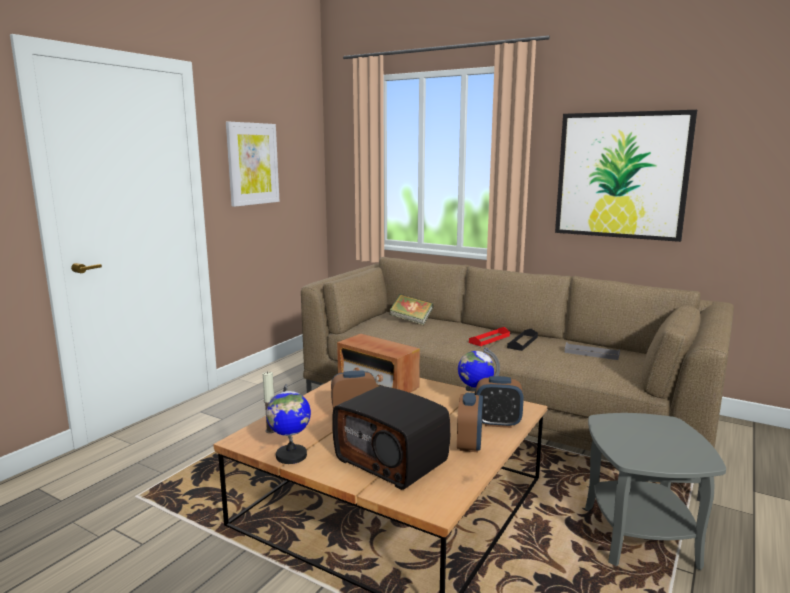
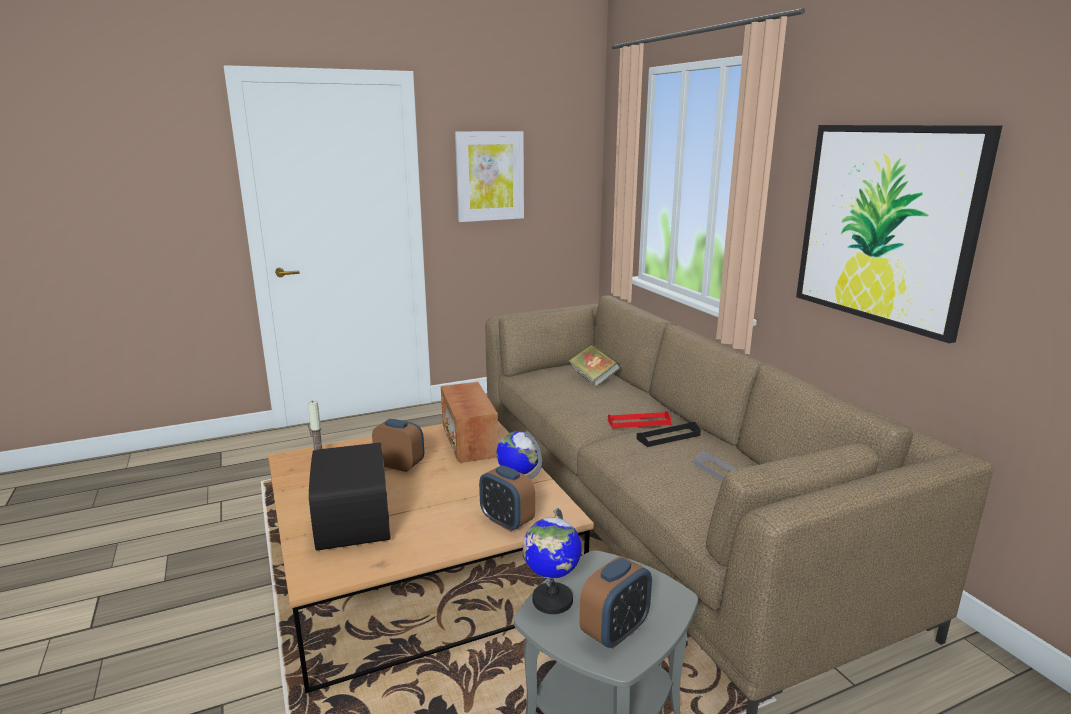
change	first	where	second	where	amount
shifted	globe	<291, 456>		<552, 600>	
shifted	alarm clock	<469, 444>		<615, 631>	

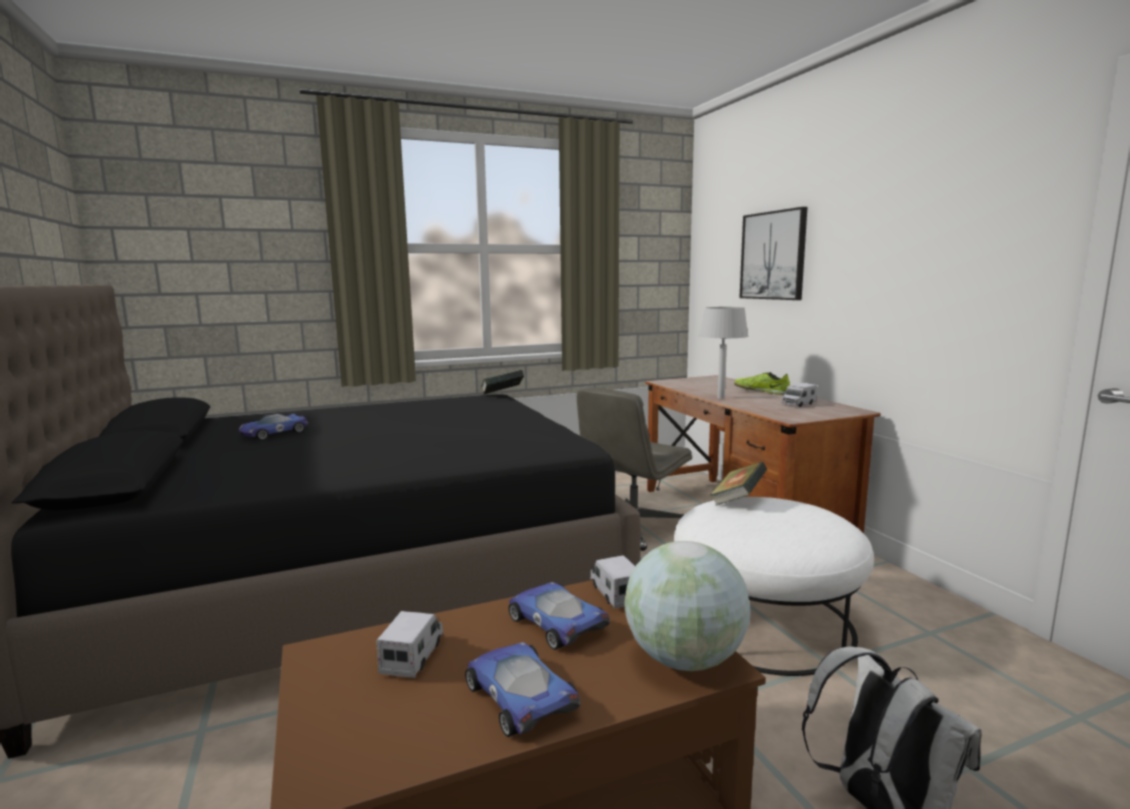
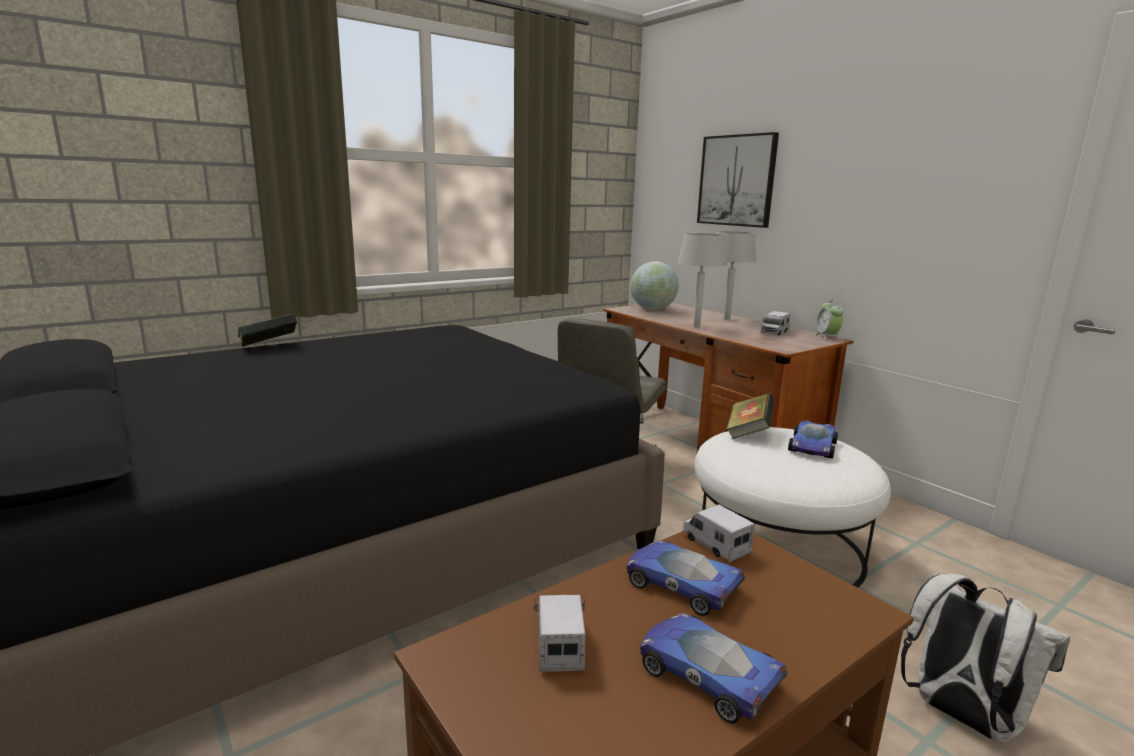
change	first	where	second	where	amount
shifted	book	<502, 395>		<269, 346>	
swapped	shoe	<761, 391>	table lamp (grey)	<727, 319>	
shifted	toy car	<272, 433>		<812, 447>	
shifted	globe	<684, 658>		<652, 309>	
new			alarm clock	<827, 337>	

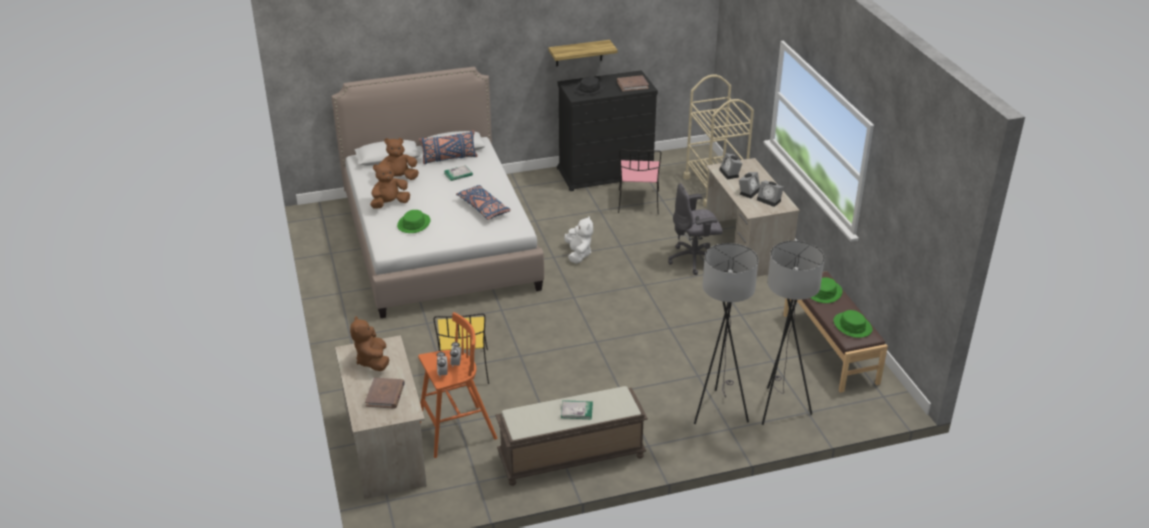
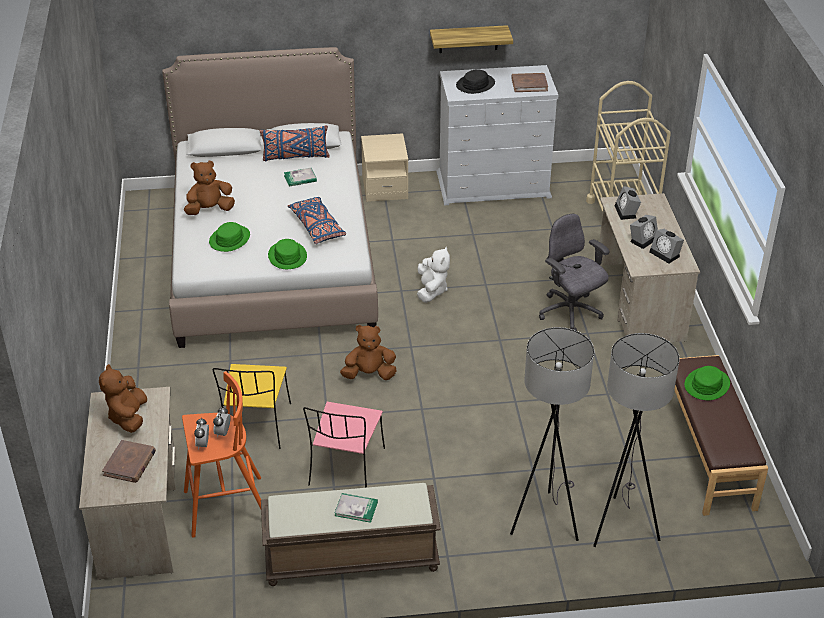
change	first	where	second	where	amount
repainted	dresser (black)	<606, 173>	dresser (white)	<493, 185>	
shifted	plush toy (brown)	<398, 178>		<369, 374>	
shifted	chair (pink)	<638, 203>		<346, 468>	
rotated	office chair (grey)	<694, 260>		<570, 313>	60 degrees clockwise
shifted	hat (green)	<852, 326>		<287, 256>	
new			nightstand (beige)	<385, 188>	

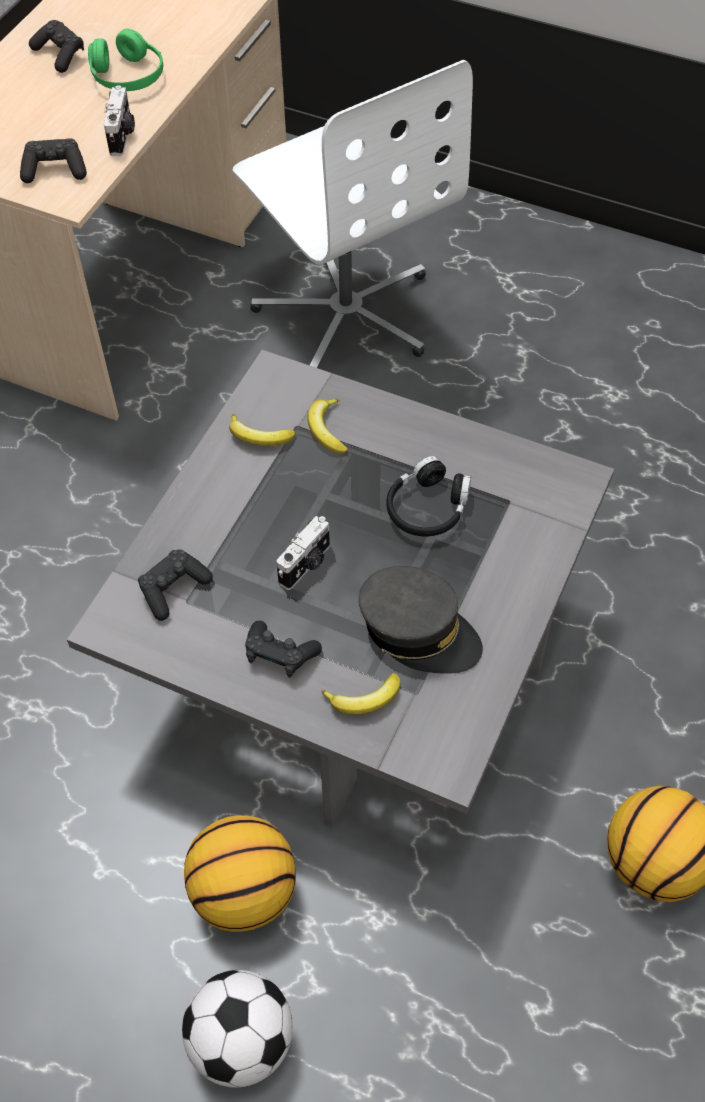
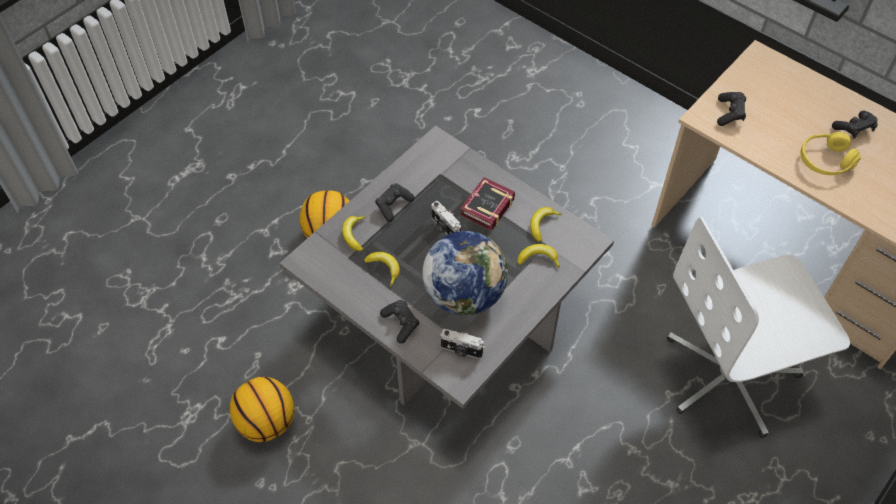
change	first	where	second	where	amount
repainted	headphones (green)	<128, 76>	headphones (yellow)	<825, 161>	
shifted	photo camera	<122, 136>		<461, 350>	
swapped	headphones (black)	<428, 508>	globe	<464, 294>	
shifted	game controller (black)	<173, 589>		<401, 324>	
swapped	cap (grey)	<418, 631>	banana	<384, 268>	
gone	football	<242, 1041>			
new			book	<485, 208>	

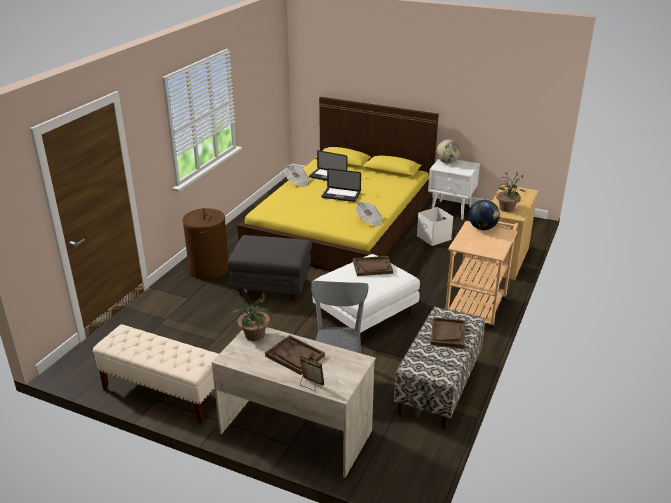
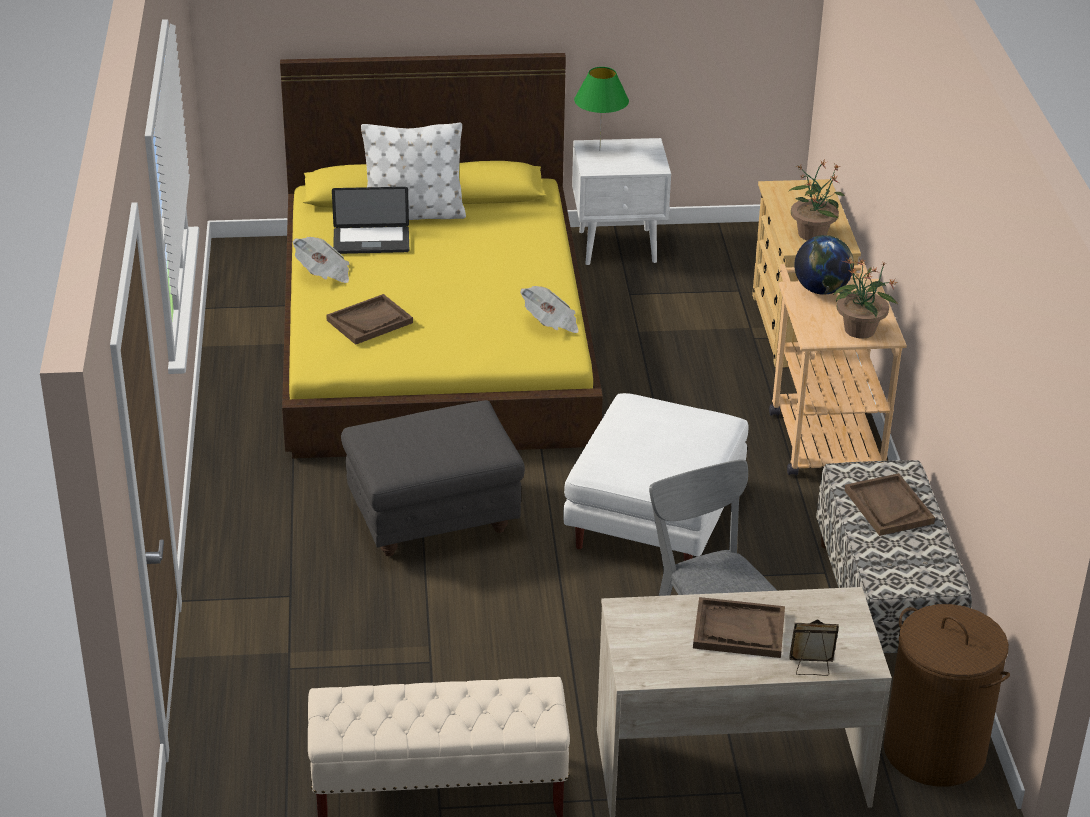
change	first	where	second	where	amount
swapped	globe	<447, 162>	table lamp (green)	<600, 151>	
gone	laptop	<341, 195>			
gone	storage box (white)	<434, 237>			
shifted	laundry basket (brown)	<209, 269>		<935, 751>	
shifted	tray (brown)	<372, 267>		<369, 321>	
shifted	potted plant	<254, 335>		<860, 330>	
new			pillow (white)	<414, 214>	

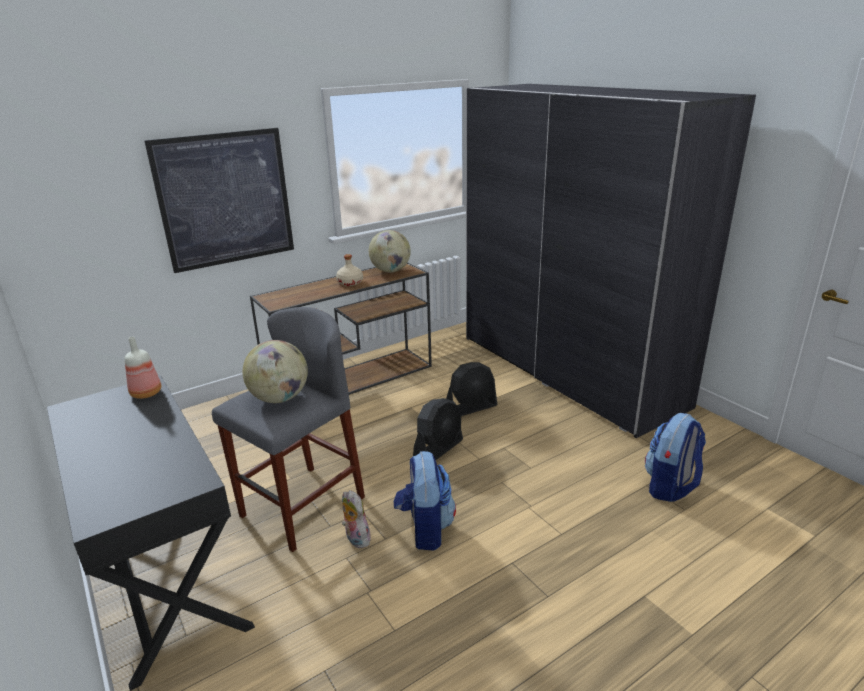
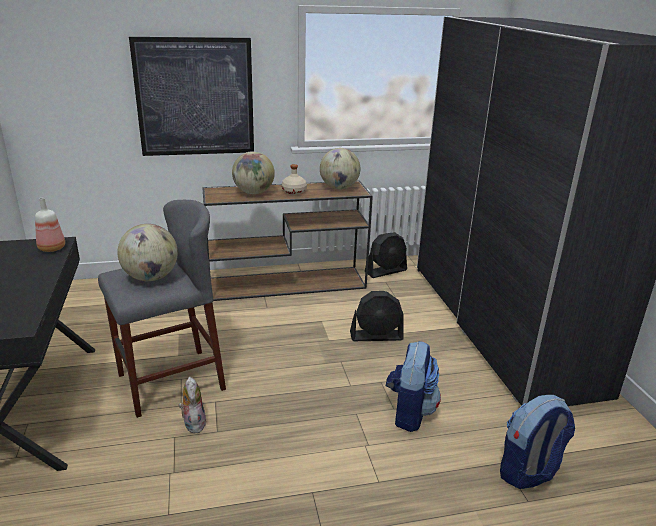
change	first	where	second	where	amount
shifted	fan (black)	<438, 449>		<386, 271>	
shifted	backpack	<425, 529>		<409, 412>	
new			globe	<253, 193>	

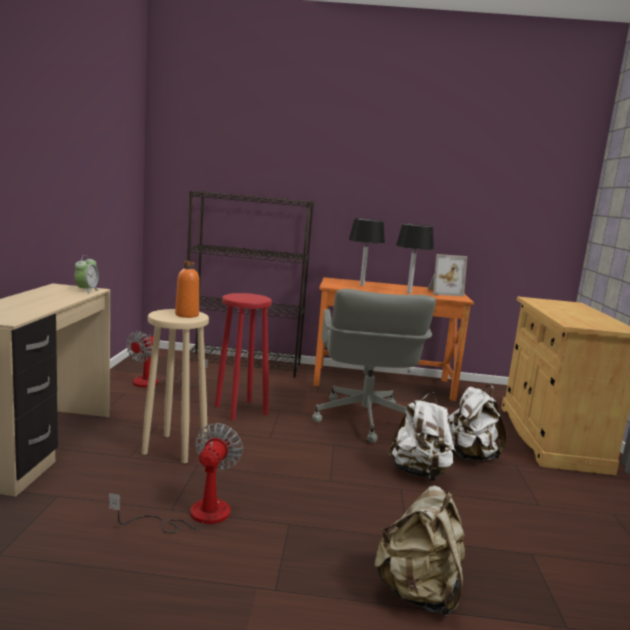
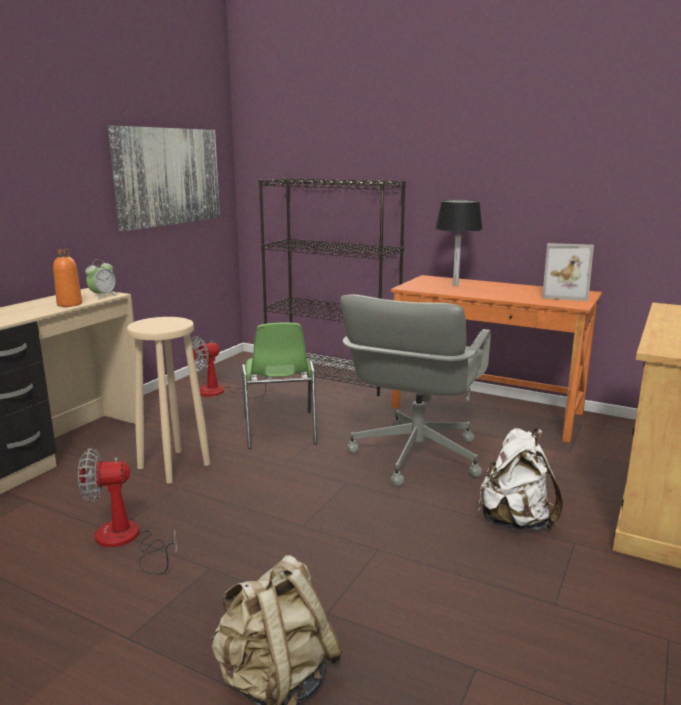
change	first	where	second	where	amount
gone	table lamp (black)	<409, 293>			
shifted	bottle (orange)	<187, 315>		<69, 304>	
swapped	stool (red)	<240, 410>	chair (green)	<279, 430>	
gone	backpack (white)	<419, 473>			
rotated	fan	<194, 515>		<126, 541>	135 degrees counterclockwise
new			picture	<168, 176>	

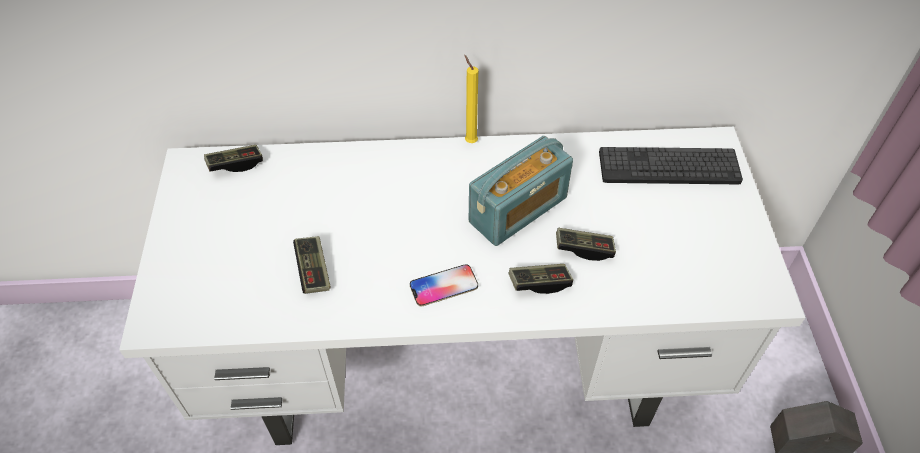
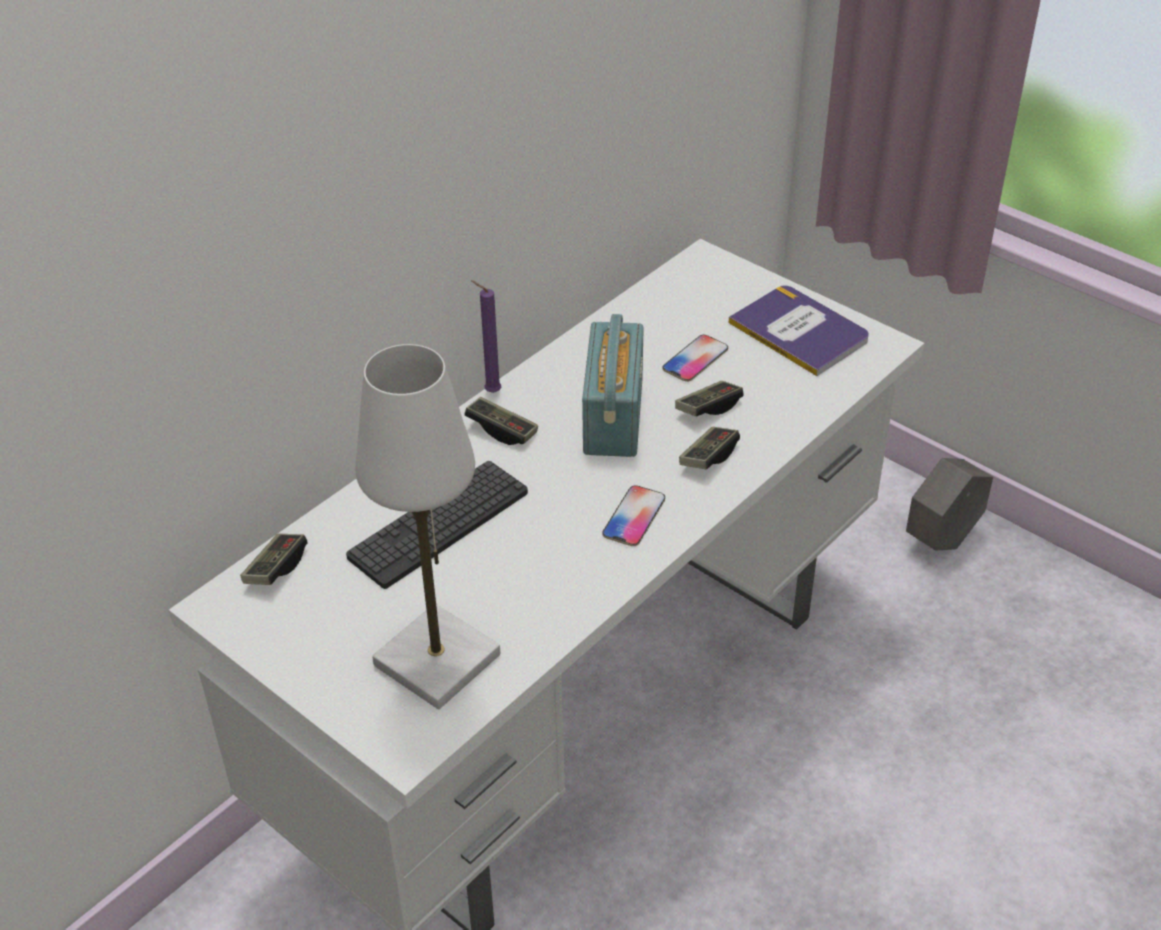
change	first	where	second	where	amount
repainted	candle (yellow)	<470, 141>	candle (purple)	<490, 392>	
shifted	keyboard	<669, 167>		<439, 524>	
shifted	game controller	<313, 270>		<502, 430>	
new			book	<799, 331>	
new			phone	<695, 359>	
new			table lamp (white)	<437, 659>	

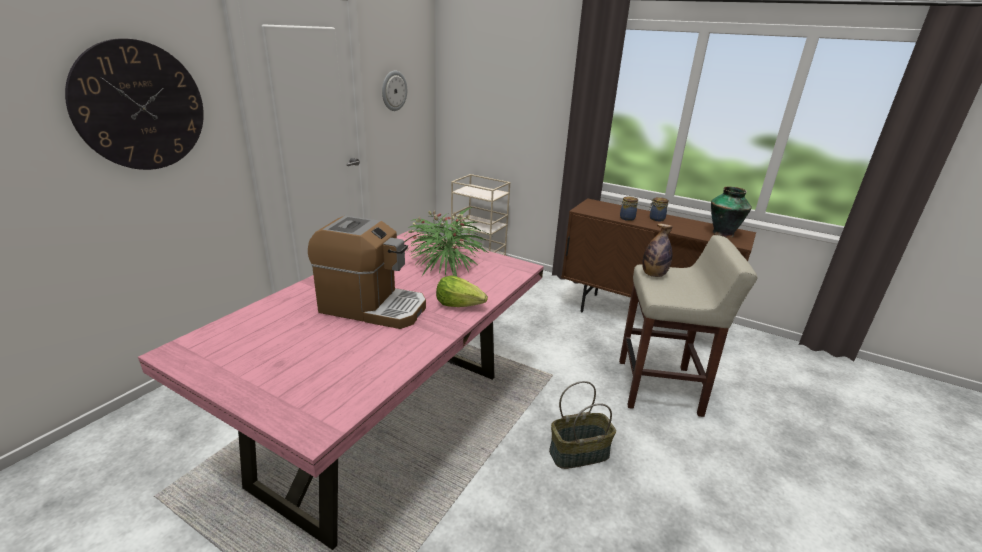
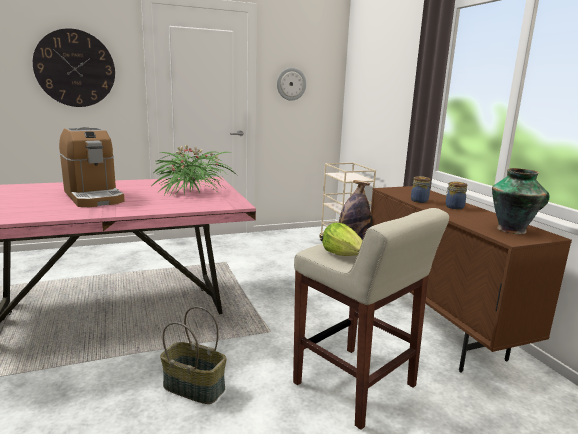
change	first	where	second	where	amount
shifted	lettuce	<460, 304>		<343, 255>	

